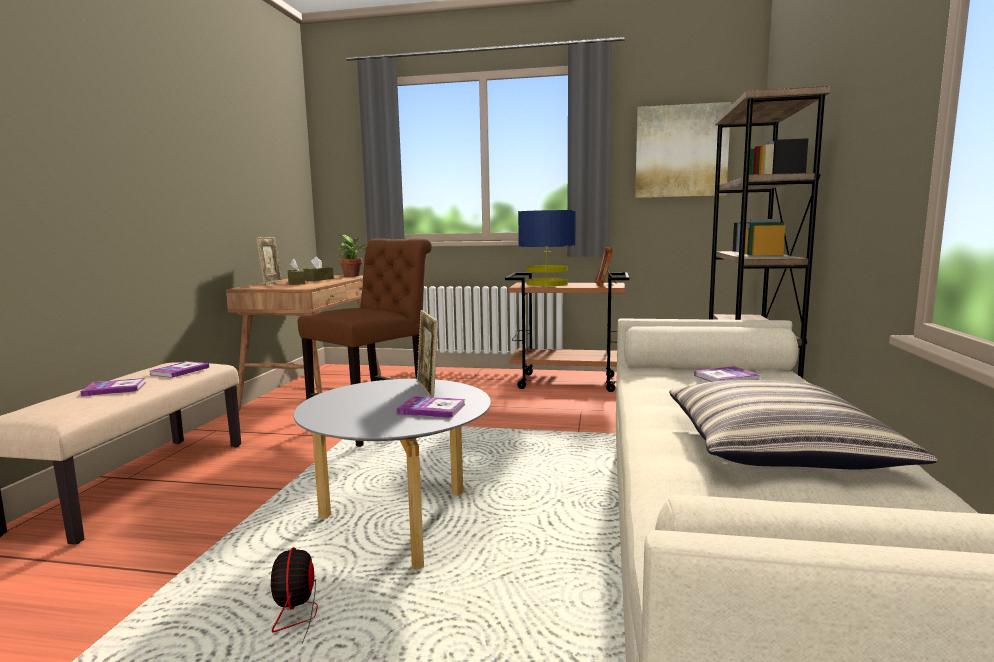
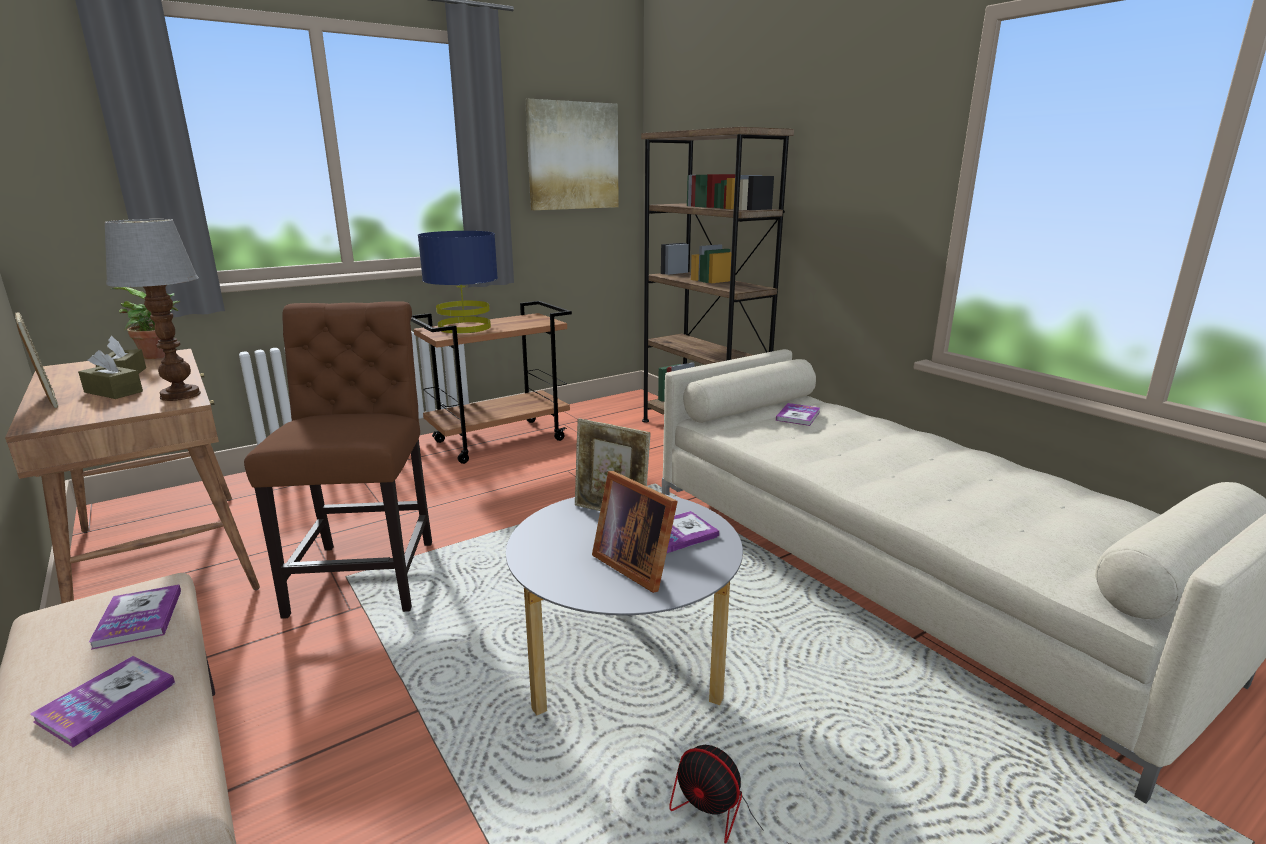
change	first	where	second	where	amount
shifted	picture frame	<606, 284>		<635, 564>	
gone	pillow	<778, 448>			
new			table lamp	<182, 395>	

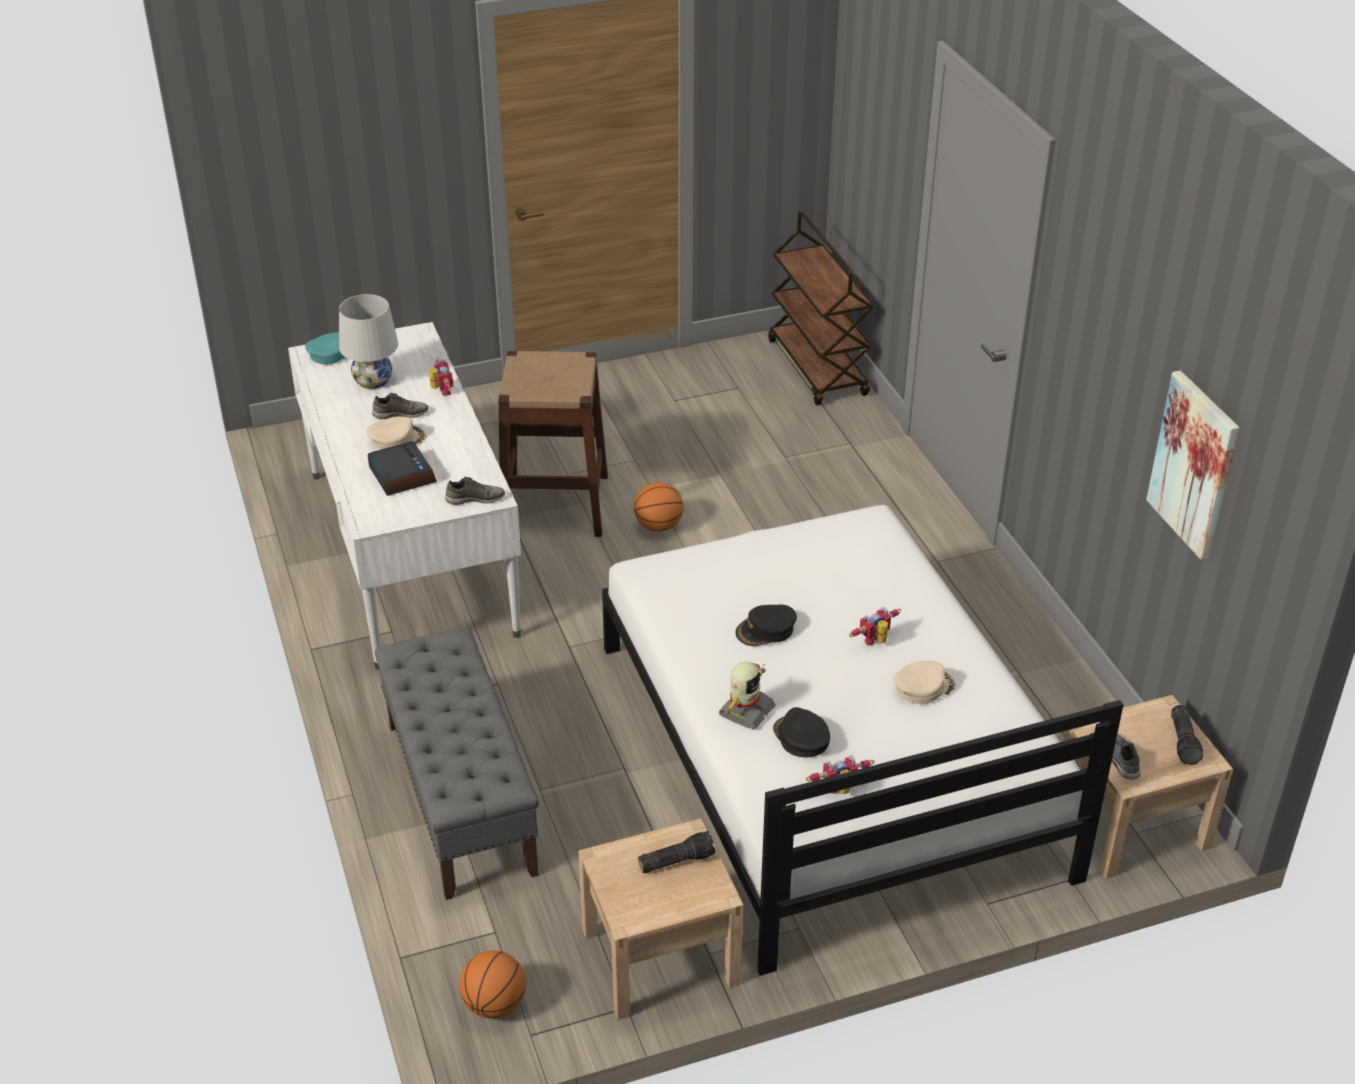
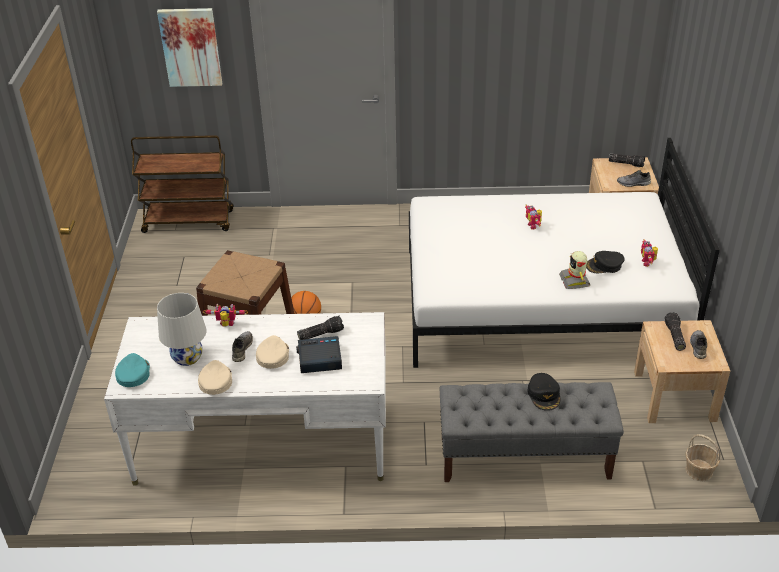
change	first	where	second	where	amount
shifted	picture	<1194, 464>		<190, 47>	
shifted	shoe (grey)	<475, 498>		<697, 347>	
shifted	cap (black)	<766, 630>		<544, 395>	
shifted	cap (beige)	<923, 686>		<215, 381>	
rotated	toy robot	<745, 710>		<575, 281>	150 degrees counterclockwise
swapped	basketball	<494, 1004>	basket	<699, 471>	
new			flashlight	<321, 334>	

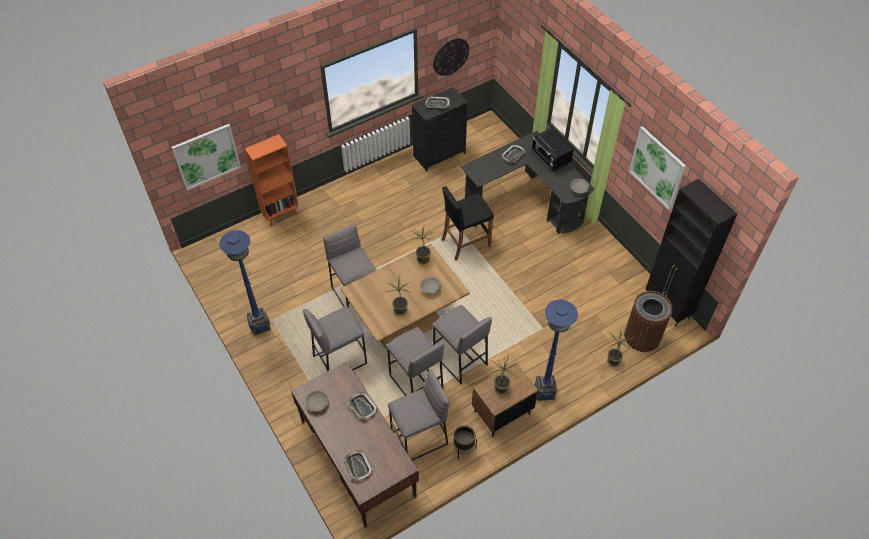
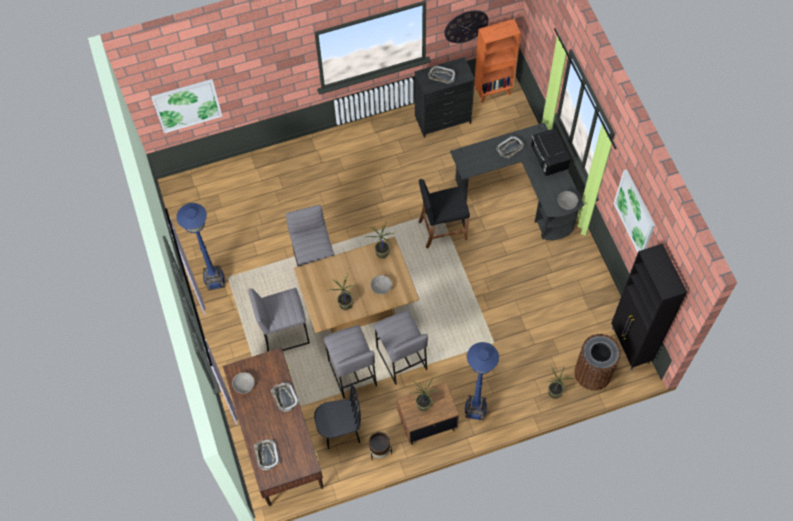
change	first	where	second	where	amount
shifted	bookcase (orange)	<281, 214>		<493, 91>	
swapped	stool (grey)	<419, 438>	chair (black)	<341, 431>	

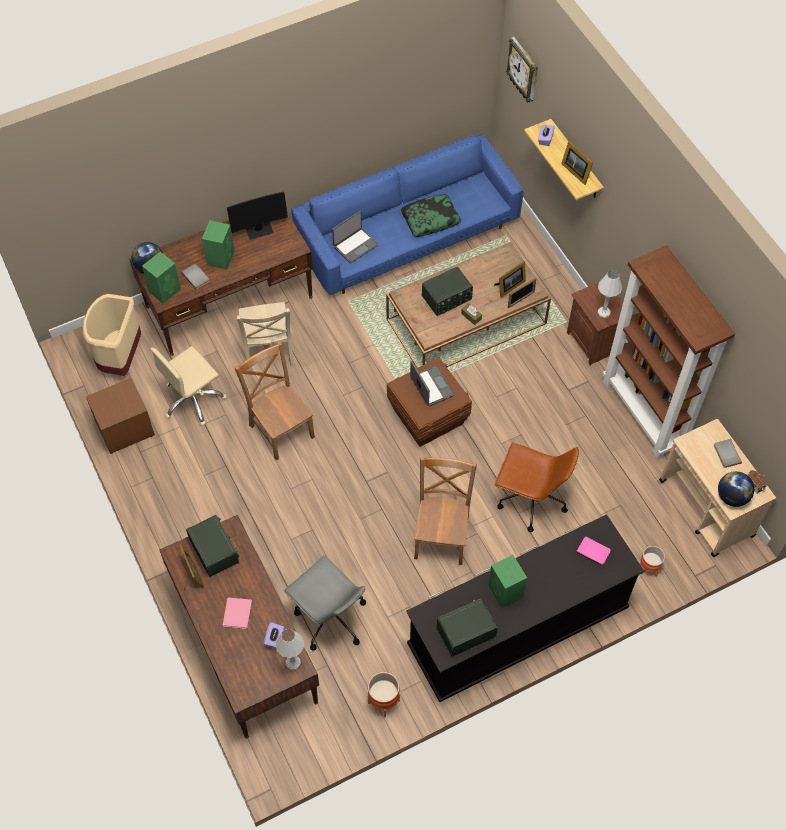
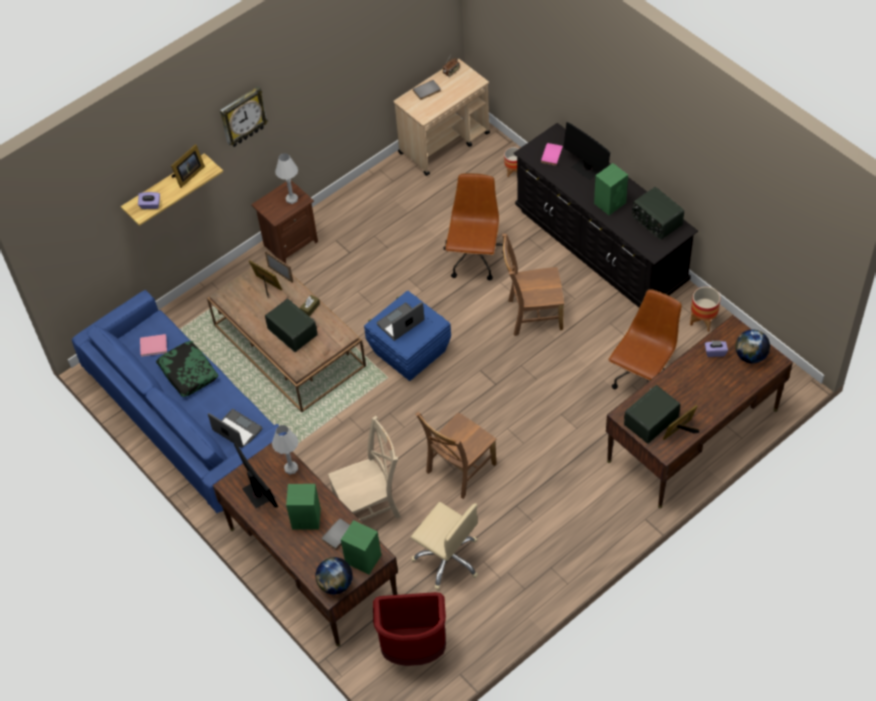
change	first	where	second	where	amount
shifted	wall clock	<524, 71>		<242, 117>	
gone	bookcase (brown)	<645, 413>			
repainted	trash can (beige)	<119, 358>	trash can (red)	<414, 649>	
repainted	storage box (brown)	<428, 416>	storage box (blue)	<409, 352>	
gone	nightstand (brown)	<124, 428>			
shifted	globe	<732, 497>		<750, 356>	
repainted	office chair (grey)	<330, 618>	office chair (brown)	<643, 377>	
shifted	book (pink)	<237, 614>		<154, 346>	
shifted	table lamp (white)	<293, 663>		<291, 468>	
new			monitor	<587, 168>	

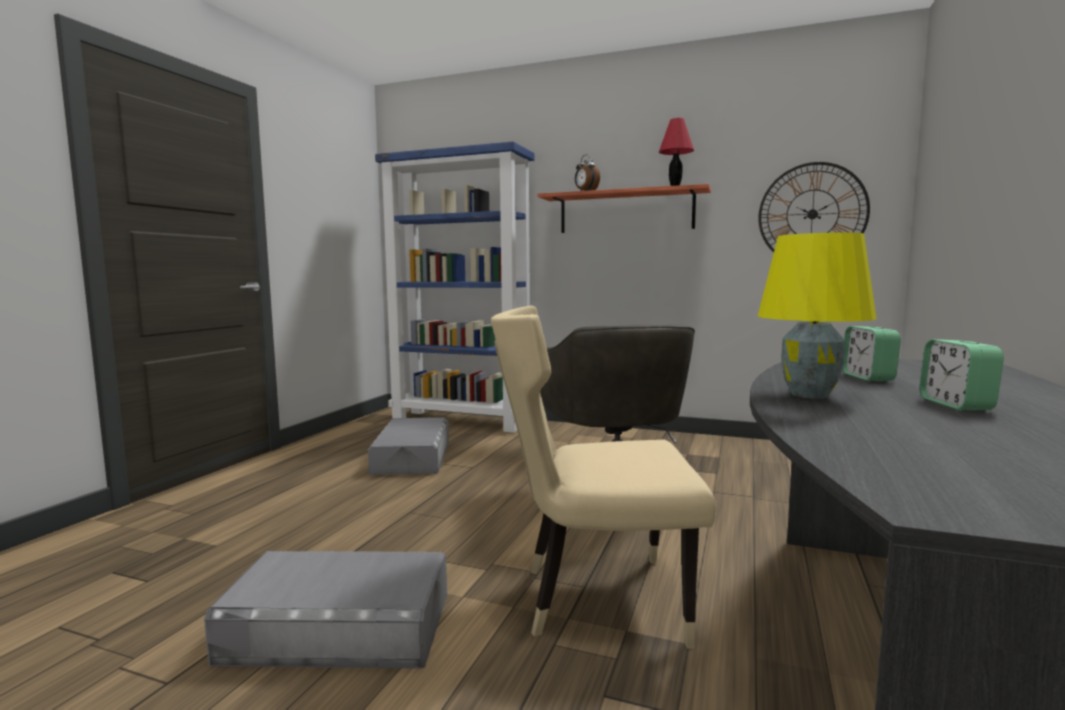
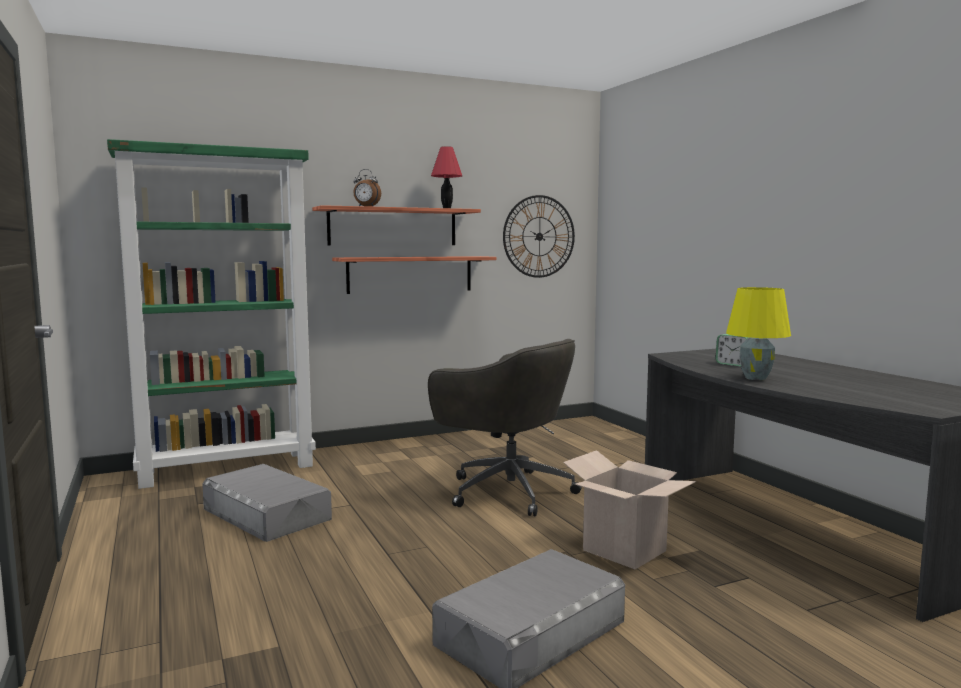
change	first	where	second	where	amount
repainted	bookcase (blue)	<462, 421>	bookcase (green)	<228, 468>	
swapped	chair (beige)	<595, 599>	cardboard box	<624, 550>	
gone	alarm clock	<956, 404>			
new			shelf	<410, 274>	

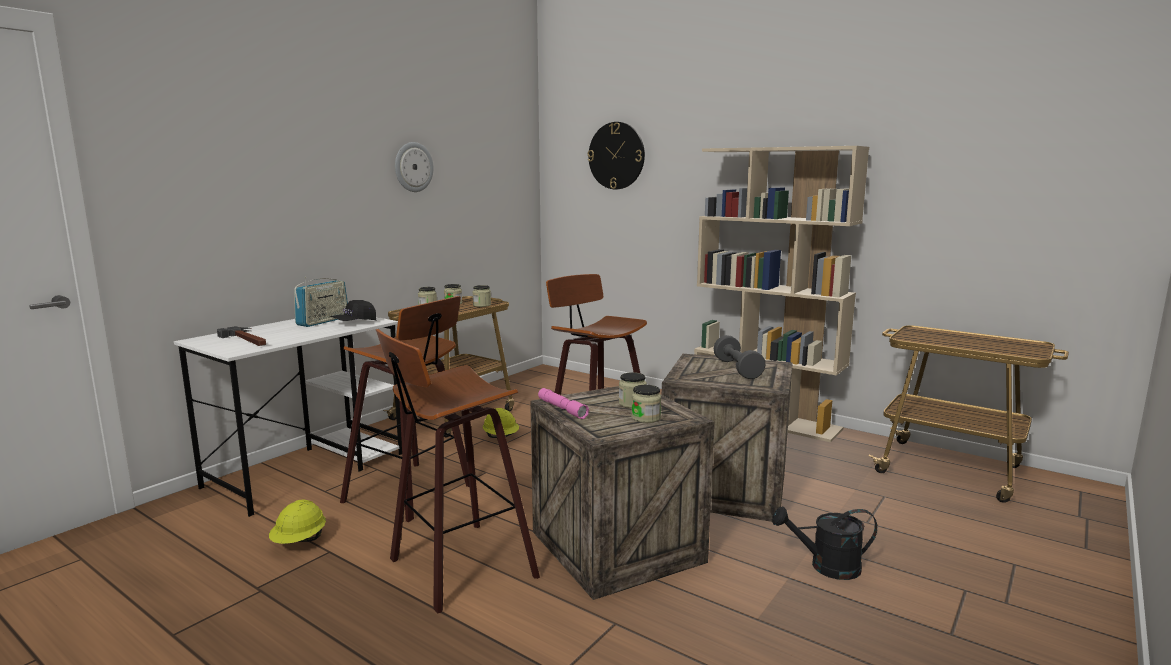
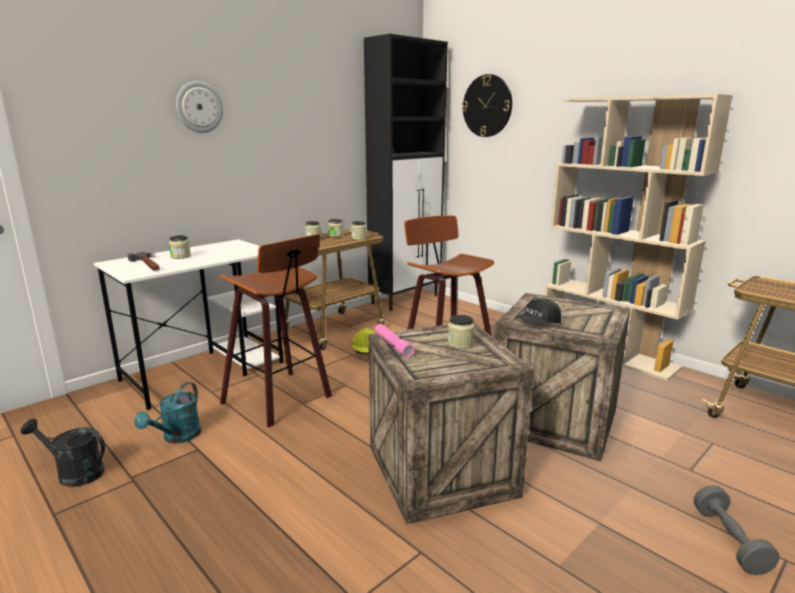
change	first	where	second	where	amount
shifted	wall clock	<413, 167>		<199, 107>	
gone	radio	<323, 321>			
shifted	cap (black)	<354, 322>		<537, 324>	
gone	stool	<457, 568>			
shifted	dumbbell (grey)	<737, 369>		<729, 540>	
shifted	jar	<646, 418>		<180, 256>	
swapped	hard hat (yellow)	<299, 542>	watering can (turquoise)	<177, 437>	
shifted	watering can (black)	<826, 567>		<74, 473>	
new			cabinet (black)	<406, 299>	

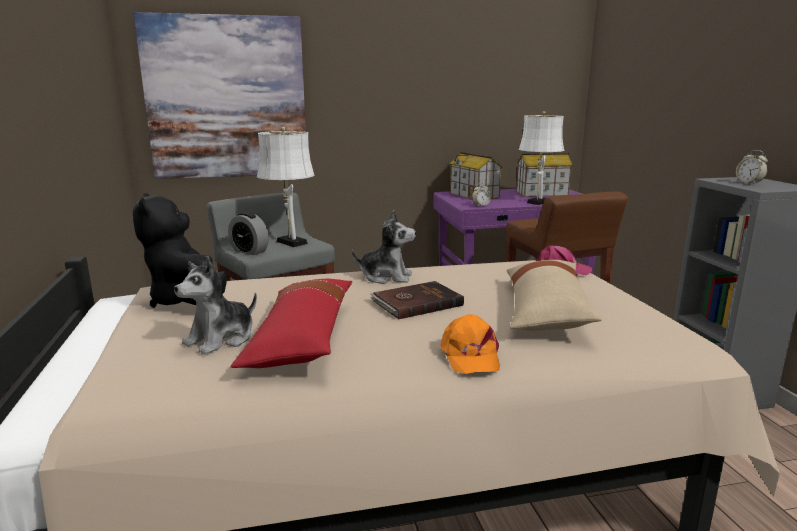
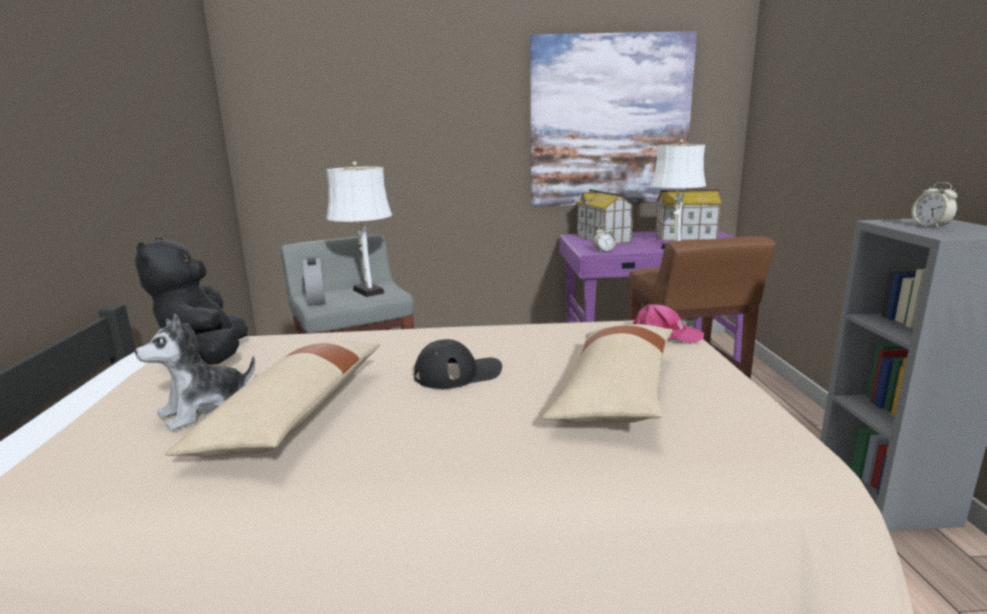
change	first	where	second	where	amount
shifted	picture	<226, 98>		<609, 122>	
gone	plush toy	<386, 277>			
rotated	alarm clock	<249, 251>		<316, 300>	150 degrees counterclockwise
repainted	pillow (red)	<301, 338>	pillow (beige)	<294, 415>	
swapped	book (brown)	<416, 303>	cap (black)	<458, 373>	
gone	cap (orange)	<469, 355>			

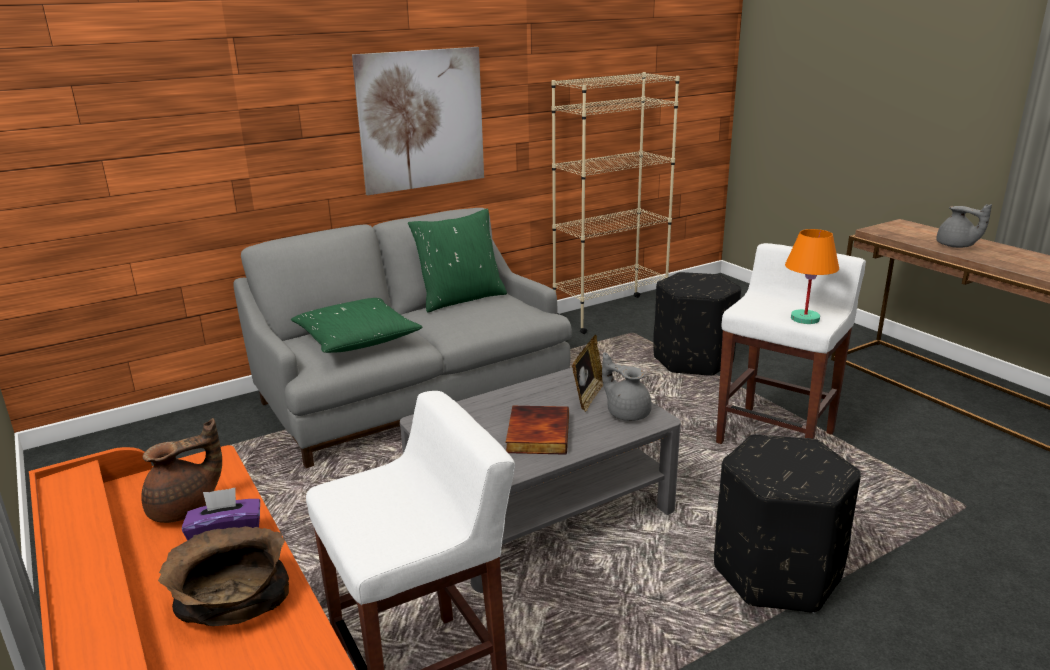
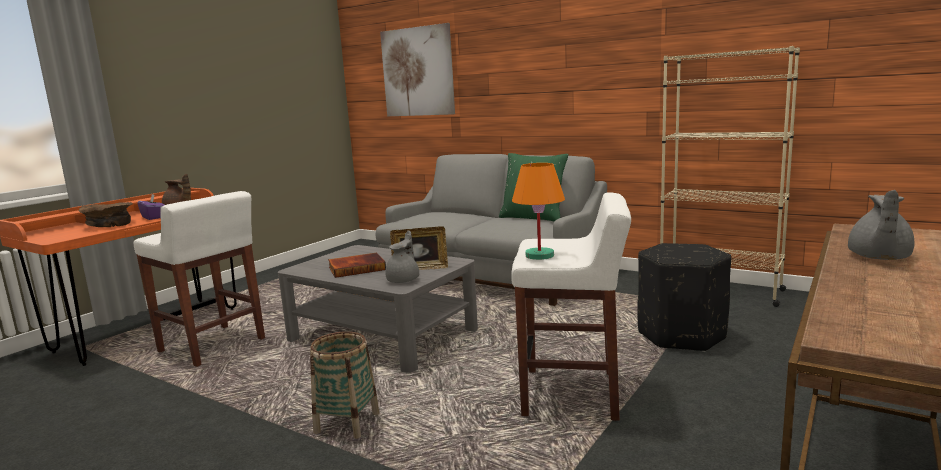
change	first	where	second	where	amount
shifted	picture	<421, 120>		<417, 72>	
gone	pillow (green)	<357, 339>			
swapped	ottoman (black)	<775, 573>	basket	<347, 423>	

